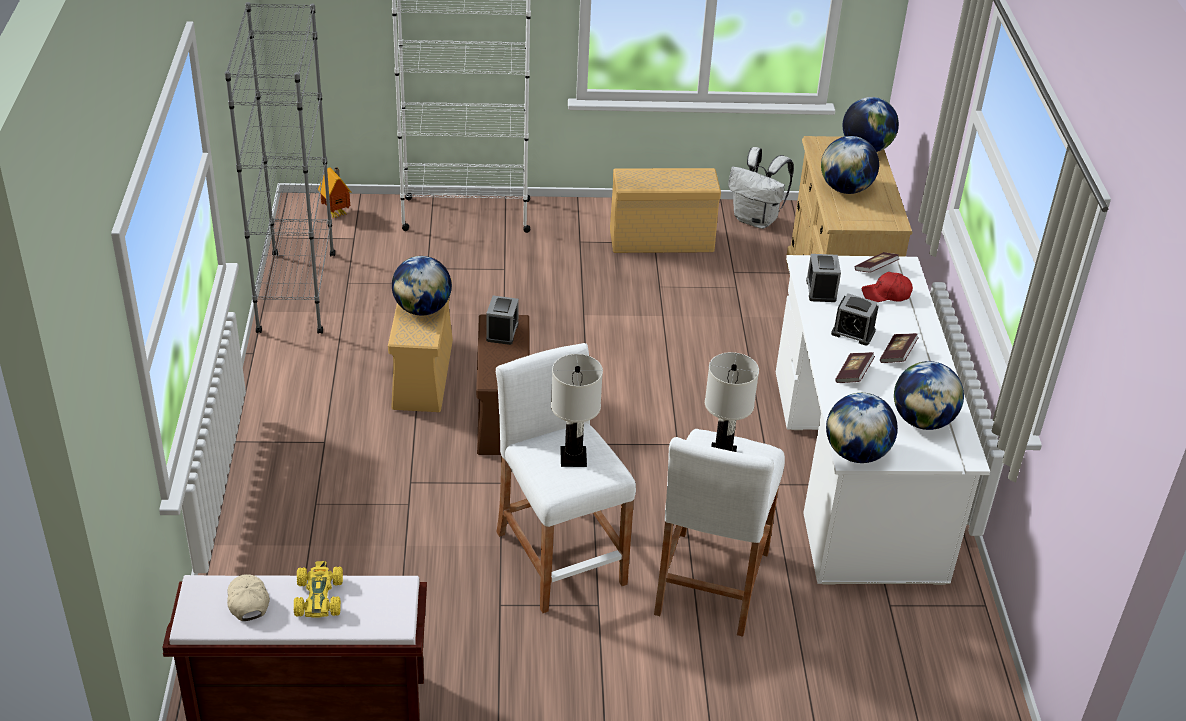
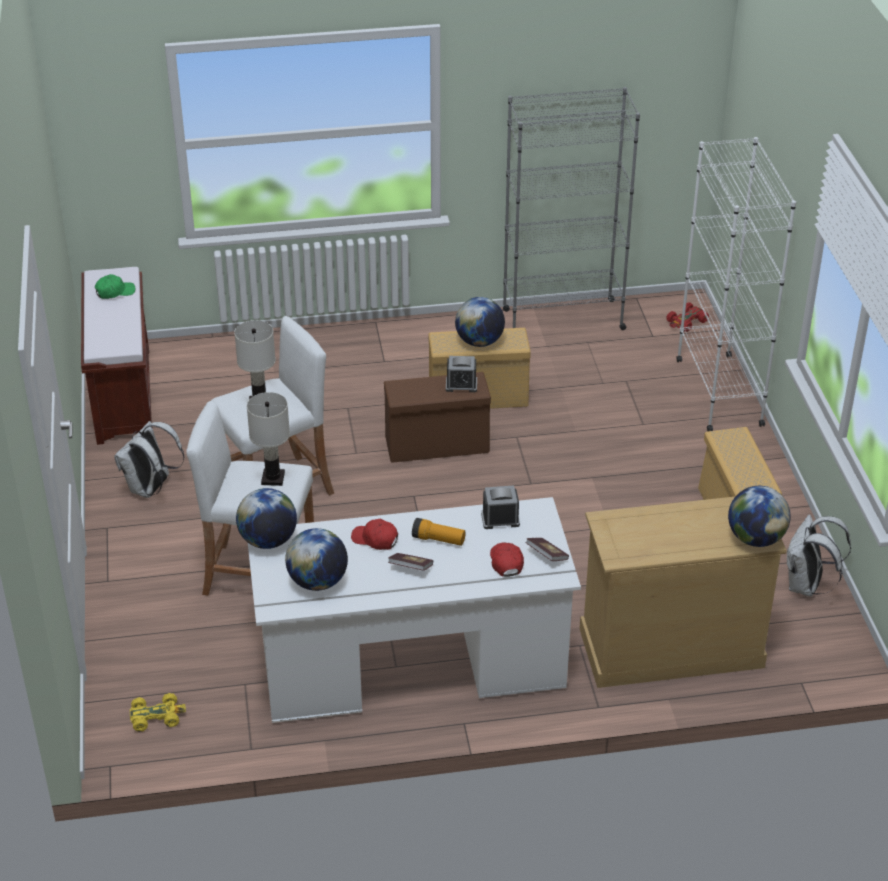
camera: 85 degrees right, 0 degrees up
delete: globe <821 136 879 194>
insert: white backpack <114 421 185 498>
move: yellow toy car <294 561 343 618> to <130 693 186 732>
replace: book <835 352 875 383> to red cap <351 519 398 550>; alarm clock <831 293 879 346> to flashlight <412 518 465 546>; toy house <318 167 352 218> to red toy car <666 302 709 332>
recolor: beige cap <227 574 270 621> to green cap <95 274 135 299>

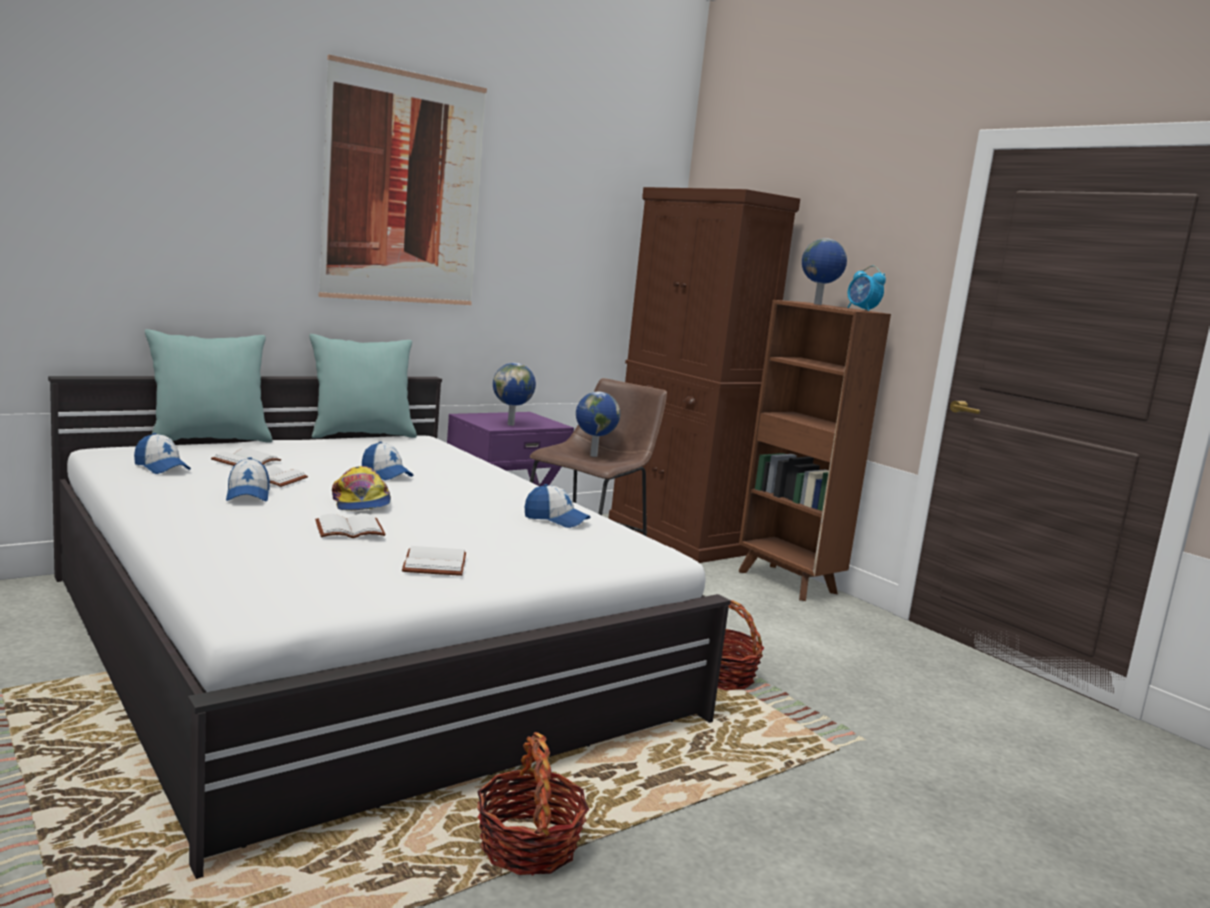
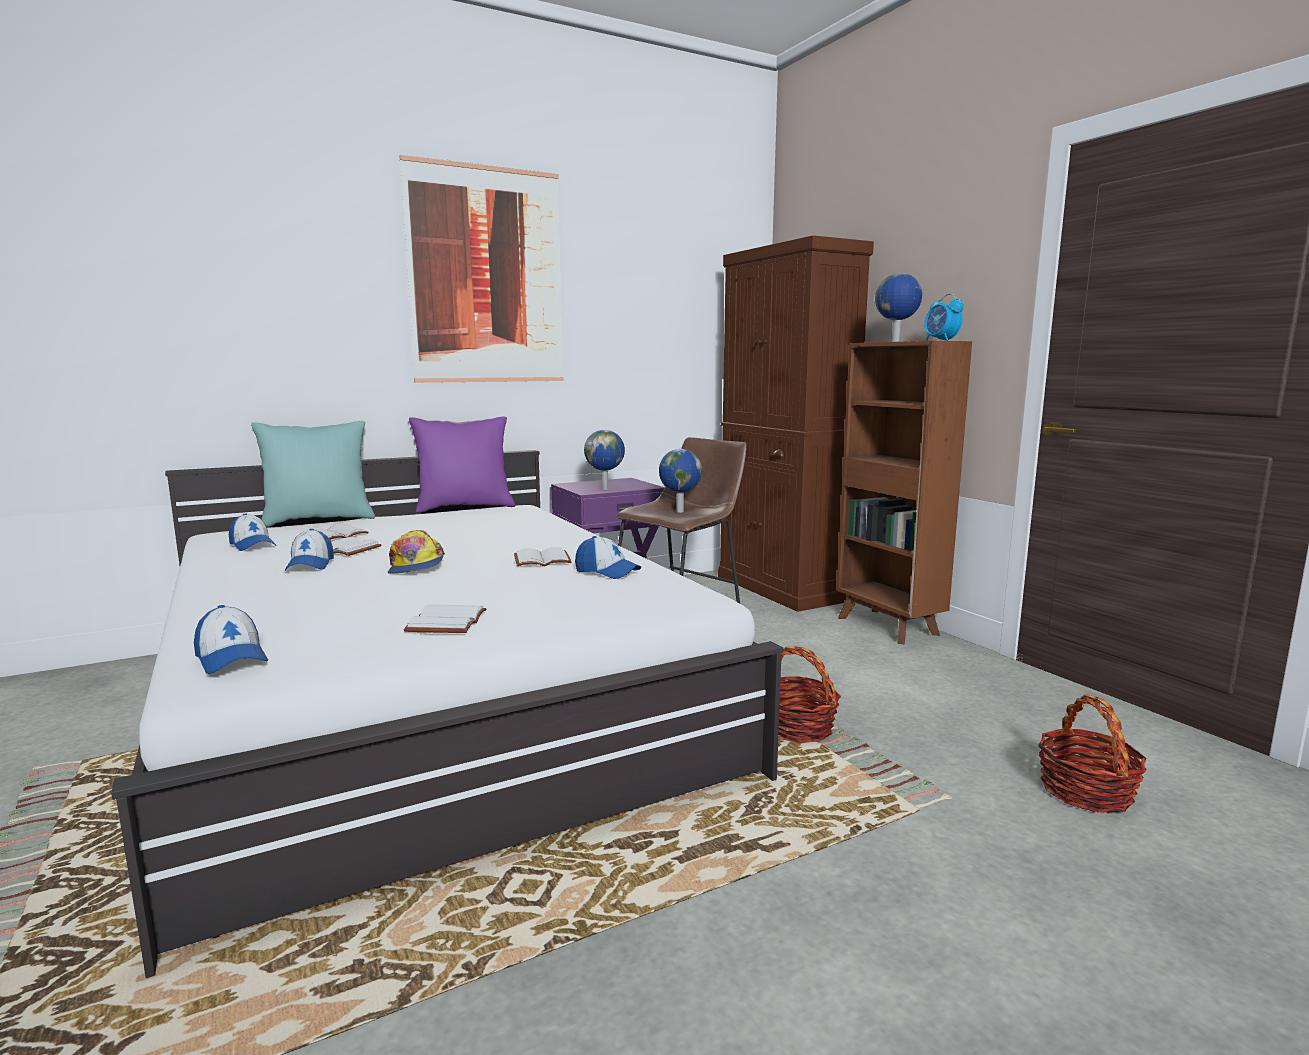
camera: 10 degrees right, 0 degrees up
move: cap <362 442 414 480> to <194 605 268 674>; white book <315 513 386 538> to <514 547 572 566>; basket <477 732 589 875> to <1038 694 1147 813>
recolor: turquoise pillow <309 334 417 438> to purple pillow <409 417 515 513>

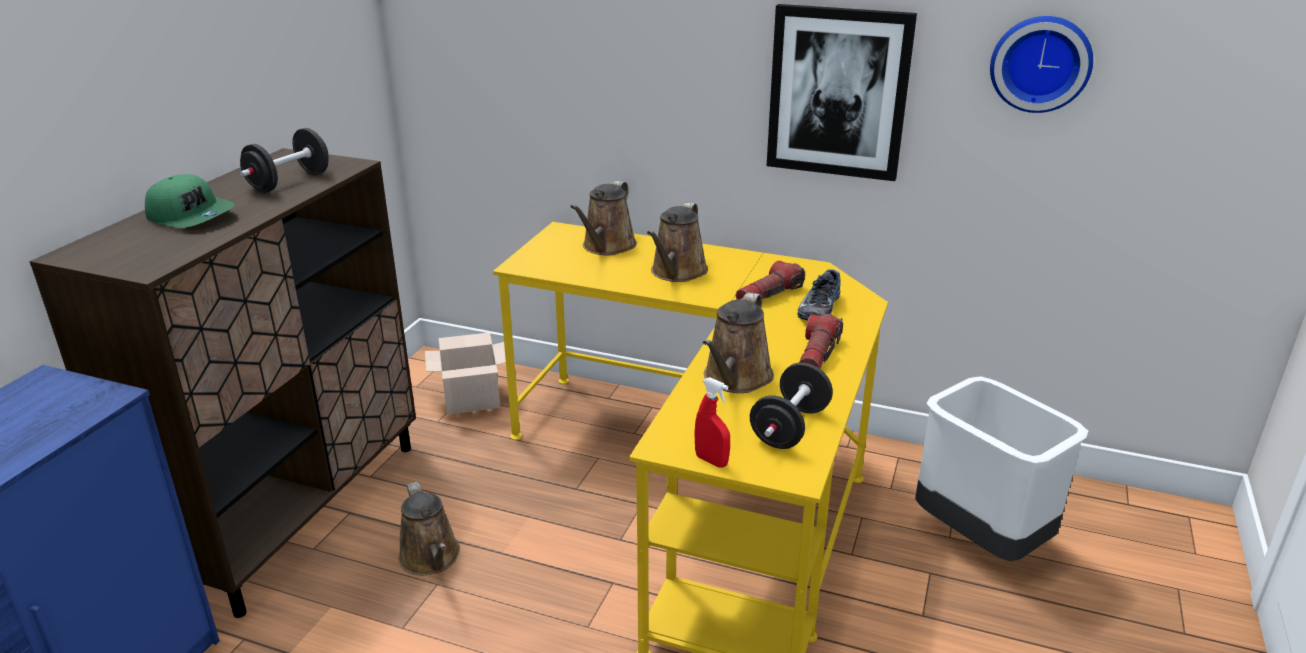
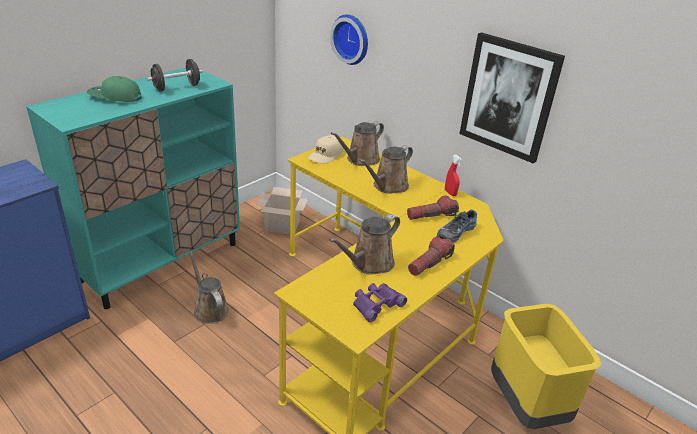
camera: 20 degrees right, 5 degrees up
insert: beige cap <308 135 344 164>
move: wall clock <990 16 1093 113> to <330 14 368 65>; red spray bottle <694 377 730 468> to <445 154 462 197>
replace: black dumbbell <750 362 833 449> to purple binoculars <353 283 407 322>
recolor: brown cabinet <30 148 416 618> to turquoise cabinet <26 68 240 309>; white trash can <915 376 1088 561> to yellow trash can <491 304 601 429>
rotate: green cap <145 174 235 228> = <87 76 142 102> 135 degrees clockwise; brown watering can <398 482 460 575> = <189 251 229 324> 150 degrees clockwise

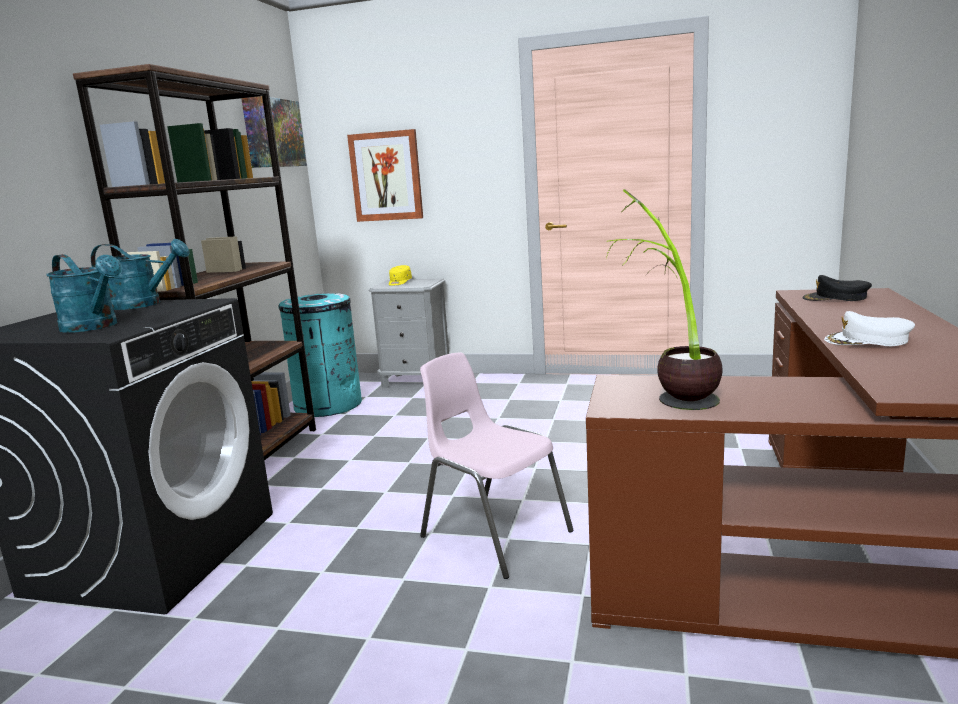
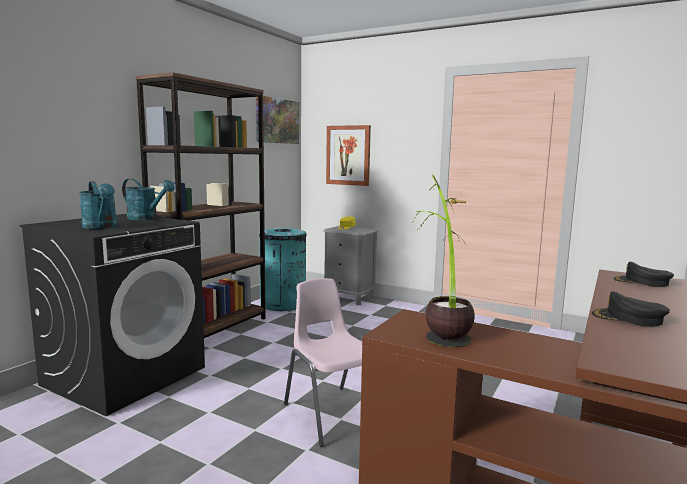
camera: 15 degrees right, 5 degrees down
recolor: white cap <824 311 915 346> to black cap <592 291 670 327>

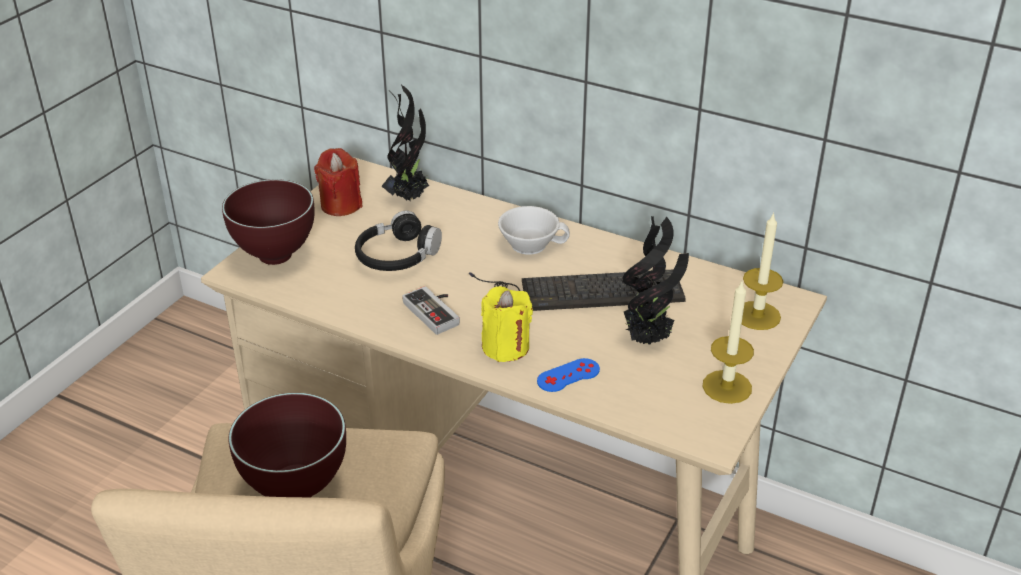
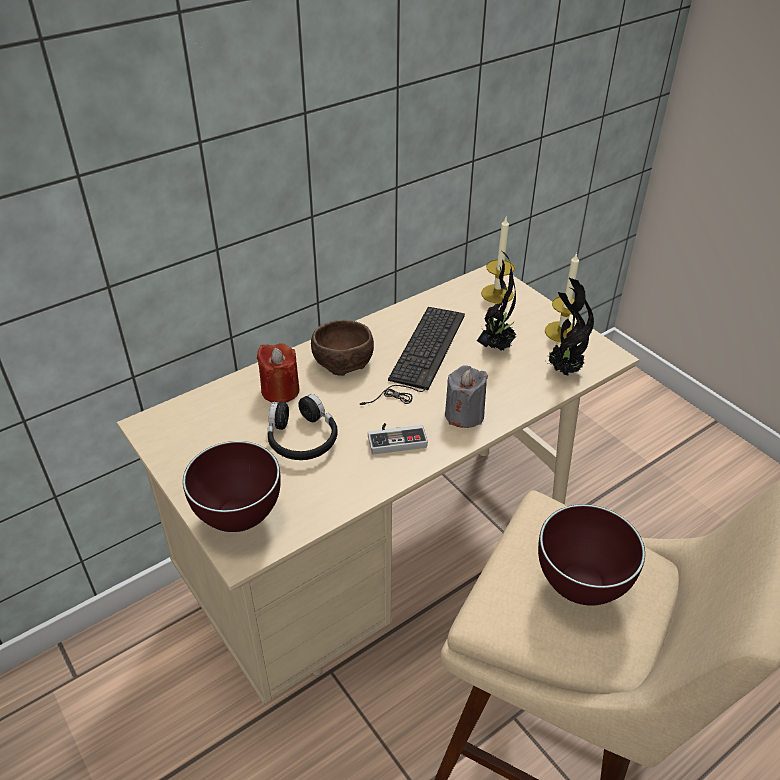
camera: 65 degrees left, 5 degrees up
delete: blue game controller <537 358 600 392>
move: red candle <314 148 363 216> to <257 343 300 403>; potted plant <382 85 429 201> to <546 278 594 375>
replace: white cup <498 206 570 255> to brown bowl <311 320 374 376>
recolor: yellow candle <481 286 533 362> to grey candle <445 365 488 428>

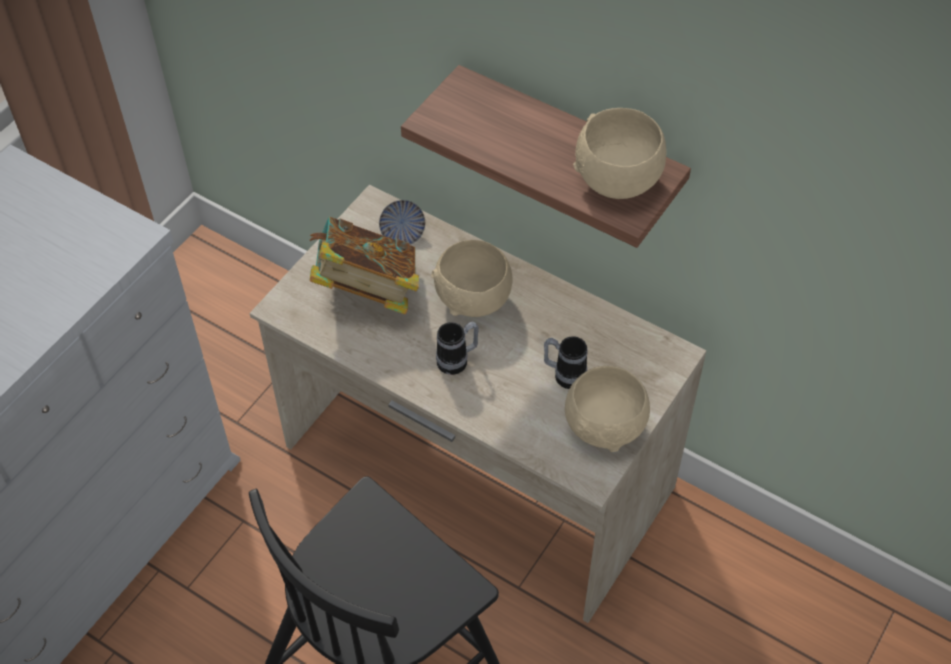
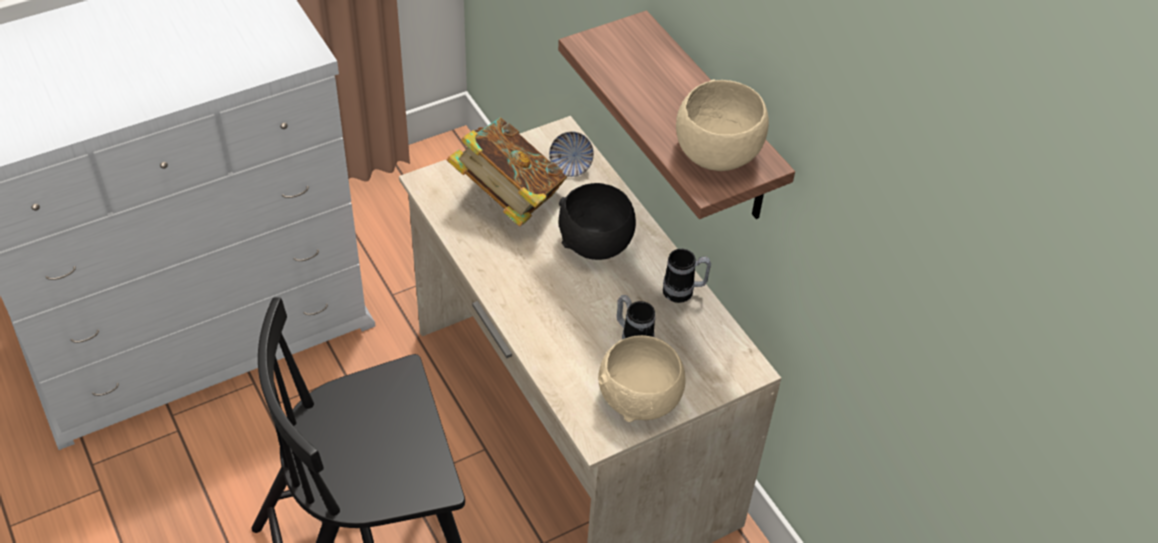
camera: 25 degrees right, 5 degrees down
move: mug <436 322 479 375> to <663 249 711 303>
recolor: beige bowl <431 240 512 317> to black bowl <559 183 636 260>

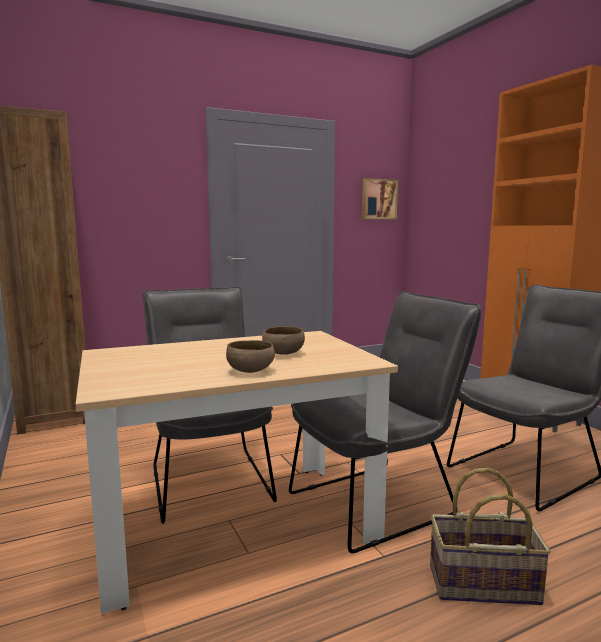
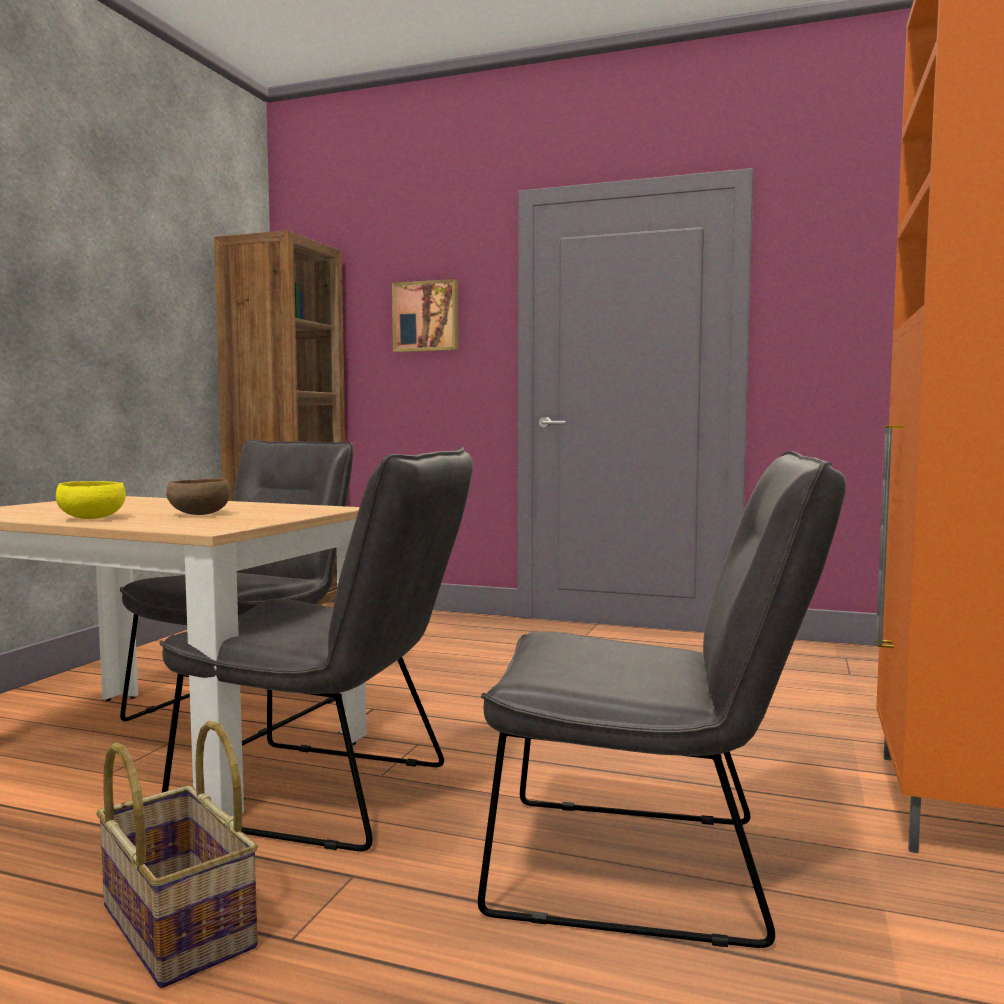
camera: 45 degrees right, 5 degrees down
move: picture <362 178 398 219> to <392 279 458 352>
recolor: brown bowl <226 340 275 373> to yellow bowl <56 481 126 519>

